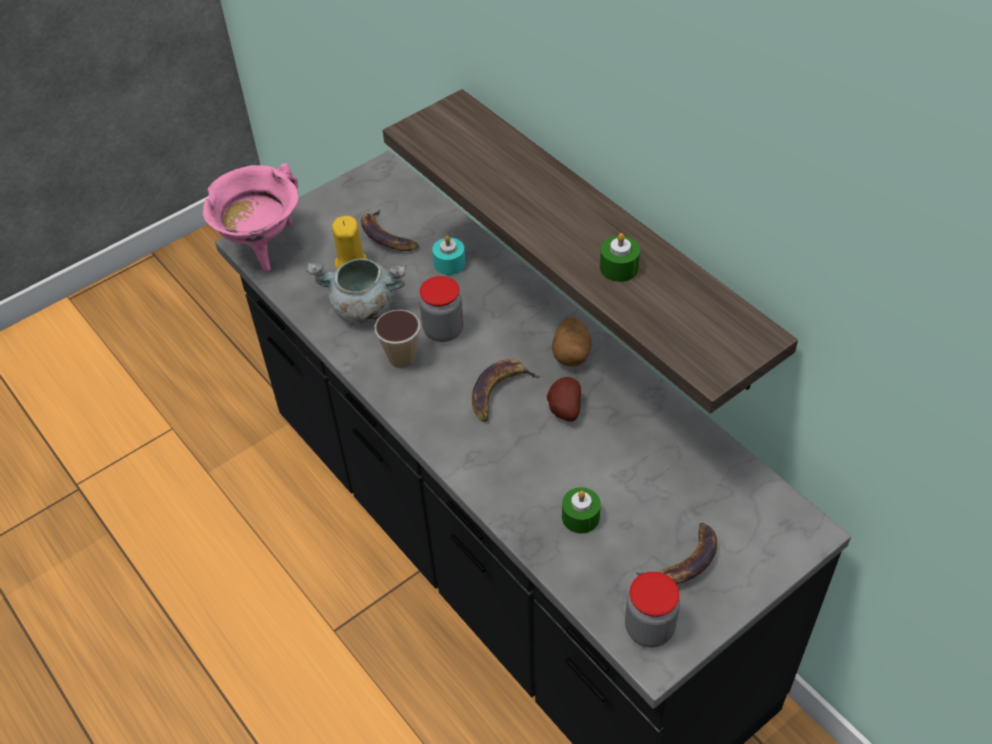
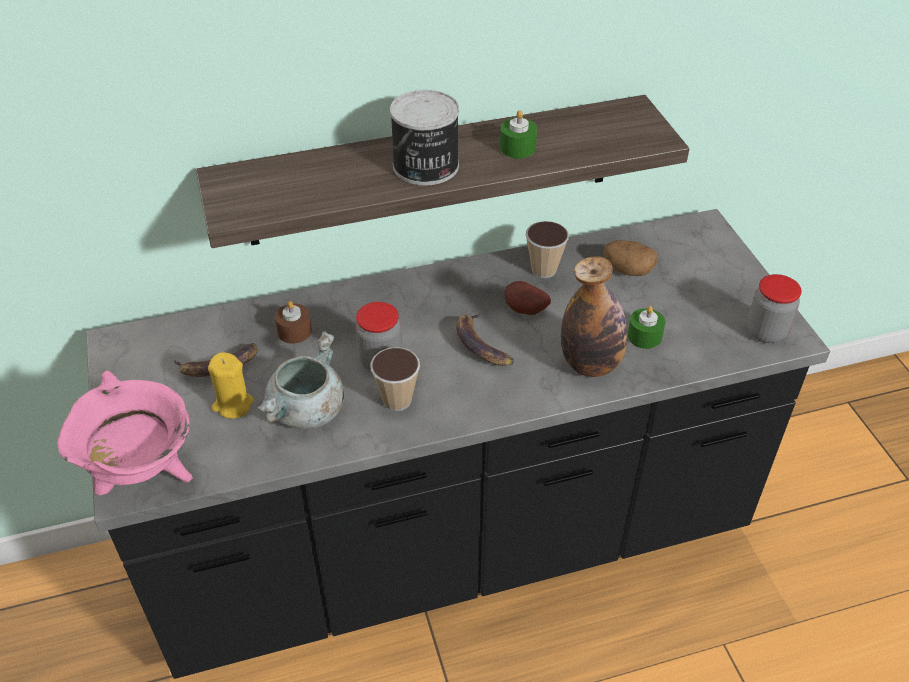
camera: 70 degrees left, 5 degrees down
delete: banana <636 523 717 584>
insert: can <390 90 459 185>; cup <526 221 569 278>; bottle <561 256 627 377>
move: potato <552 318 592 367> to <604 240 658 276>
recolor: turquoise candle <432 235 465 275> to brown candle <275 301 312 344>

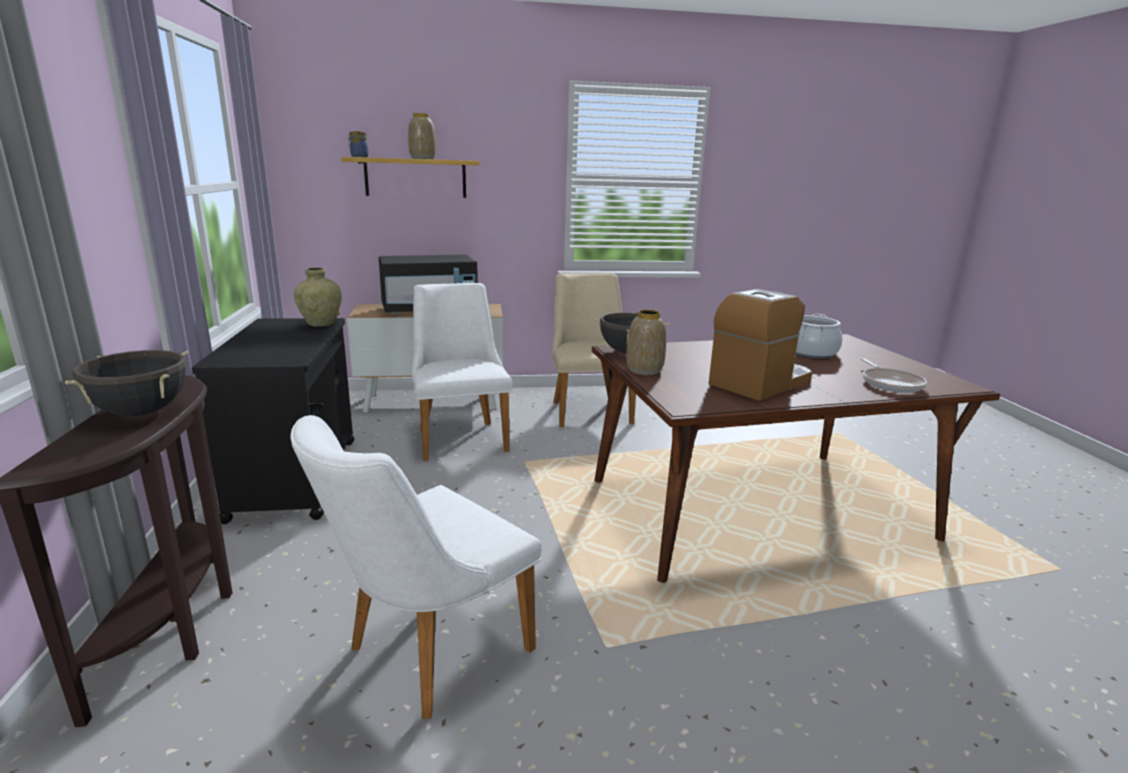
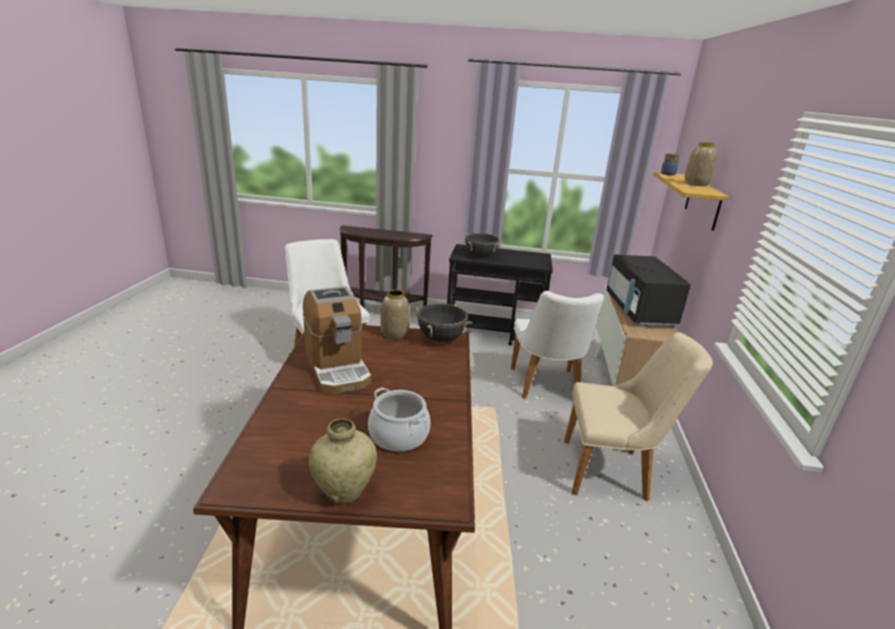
camera: 105 degrees right, 5 degrees up
delete: frying pan <860 358 927 393>
move: beige vase <294 267 342 327> to <309 419 377 504>; black cooking pot <65 350 189 416> to <465 233 499 257>
rotate: white chair <412 283 513 461> = <511 291 604 399> 90 degrees clockwise

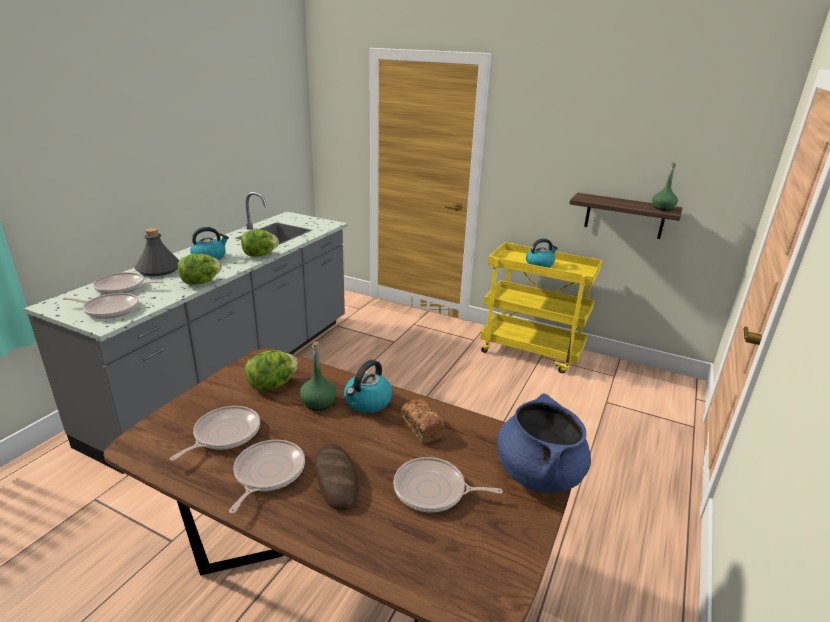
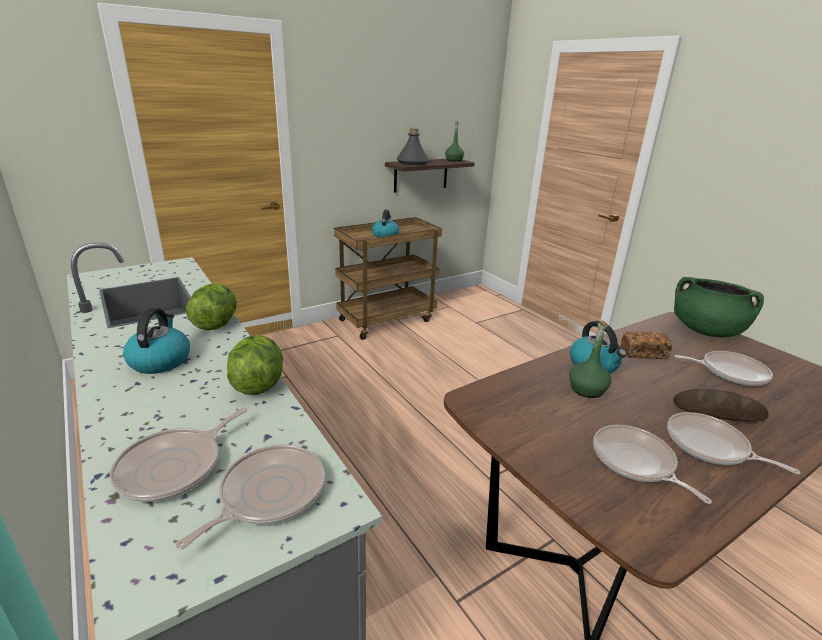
camera: 60 degrees left, 0 degrees up
delete: lettuce <245 350 298 391>
move: grey bottle <135 228 180 276> to <397 128 429 165>
recolor: yellow cart <480 242 603 373> to brown cart <334 217 442 340>; blue cooking pot <497 393 591 493> to green cooking pot <674 277 764 337>
rotate: frying pan <393 457 503 513> = <674 351 773 386> 120 degrees counterclockwise

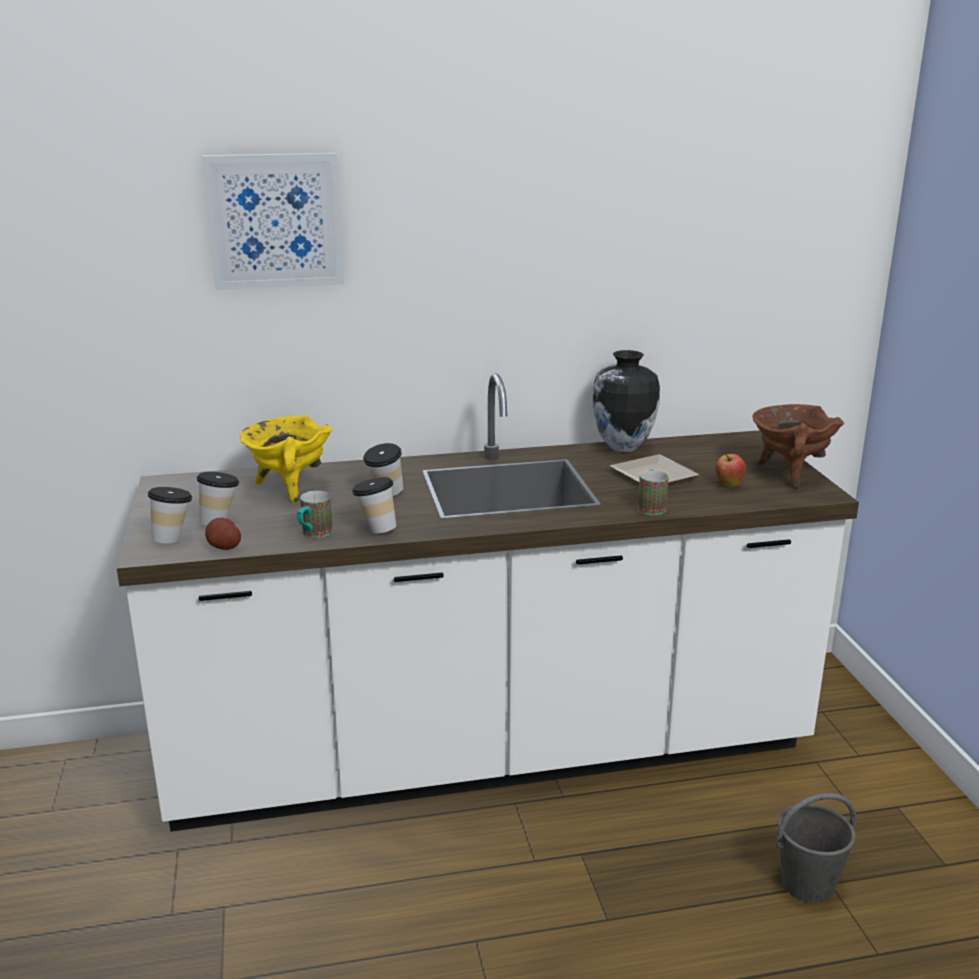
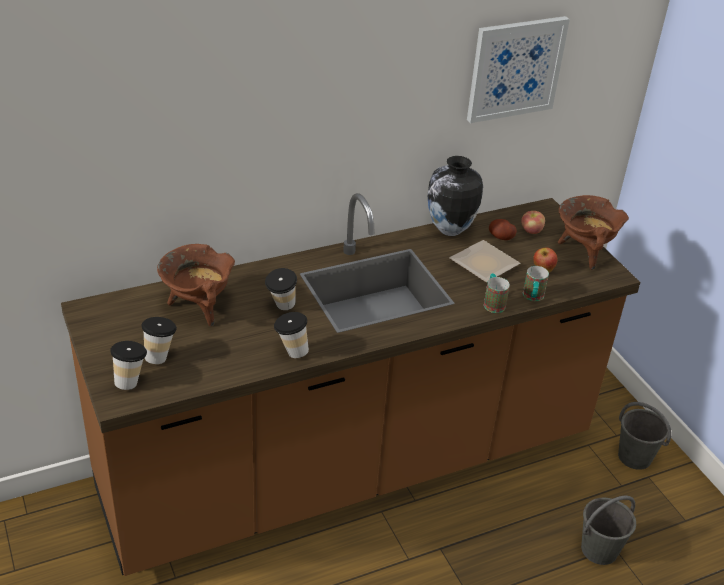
camera: 15 degrees left, 15 degrees up
insert: apple <521 211 545 234>; grey bucket <618 402 672 470>
move: picture <201 153 344 290> to <467 16 570 123>; potato <205 518 241 550> to <489 219 517 240>; mug <297 491 333 538> to <523 266 549 301>
recolor: white counter <117 373 859 832> to brown counter <61 193 641 576>; yellow cooking pot <240 415 332 504> to brown cooking pot <157 244 235 326>

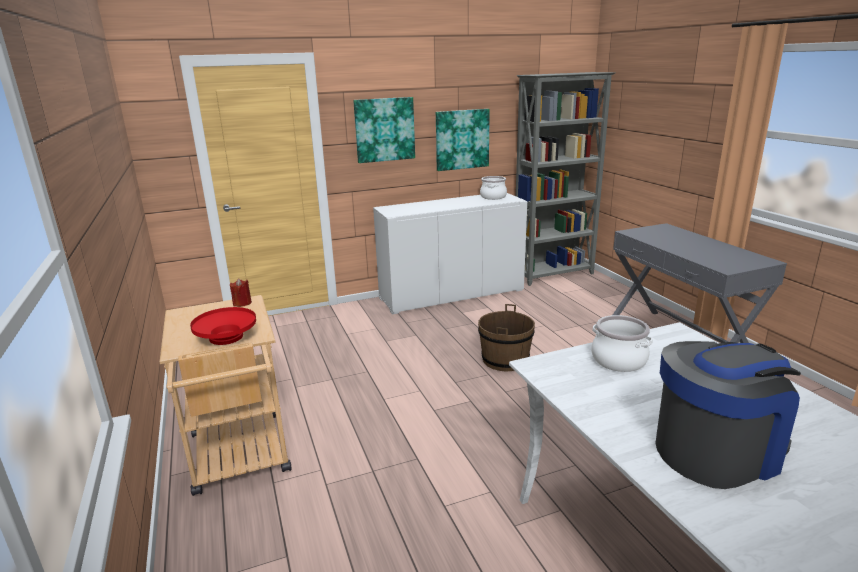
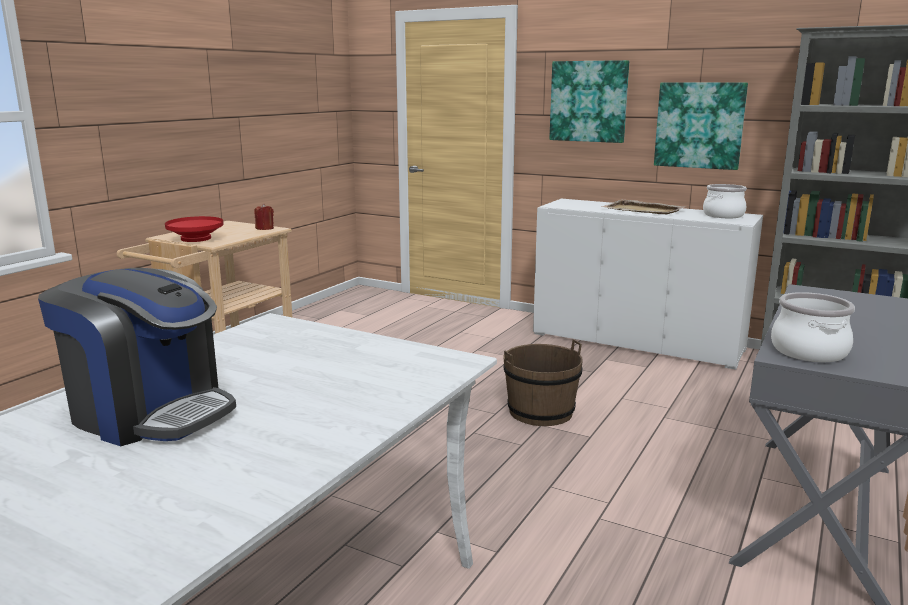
camera: 50 degrees right, 5 degrees down
insert: beige tray <601 200 686 215>
move: cooking pot <591 315 653 372> to <771 292 855 362>

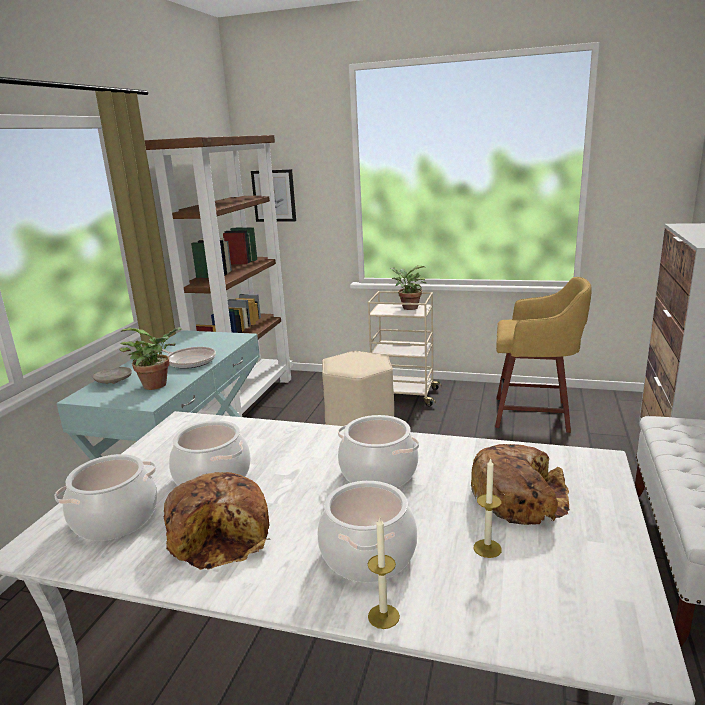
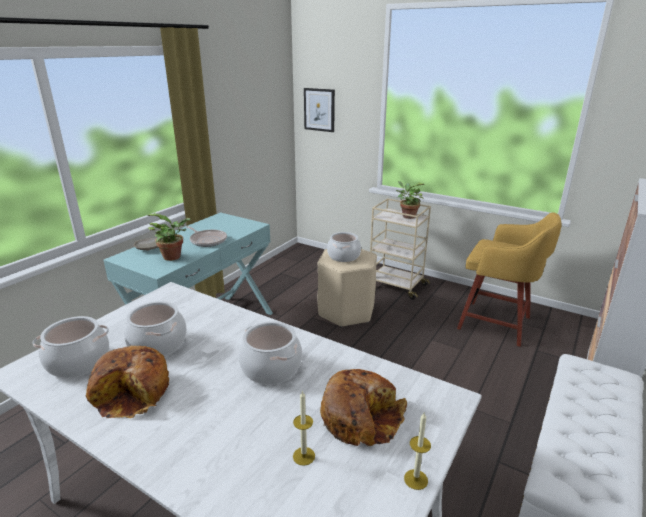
camera: 15 degrees right, 5 degrees up
delete: brown bookcase <145 135 293 417>
move: cooking pot <318 481 417 582> to <327 232 361 262>; candle <368 516 400 629> to <404 413 431 490>

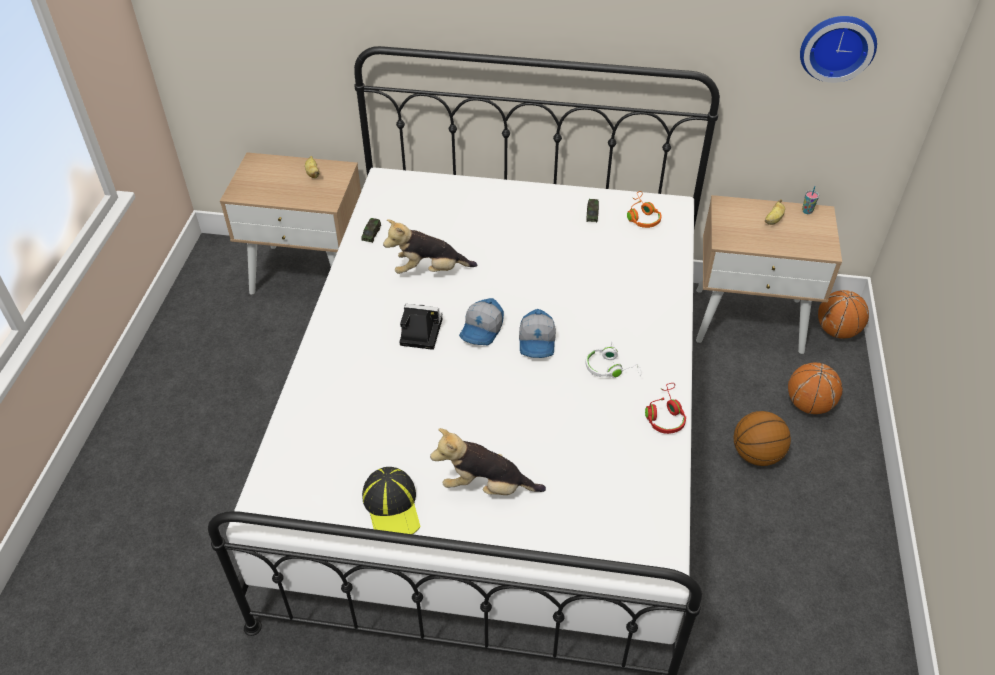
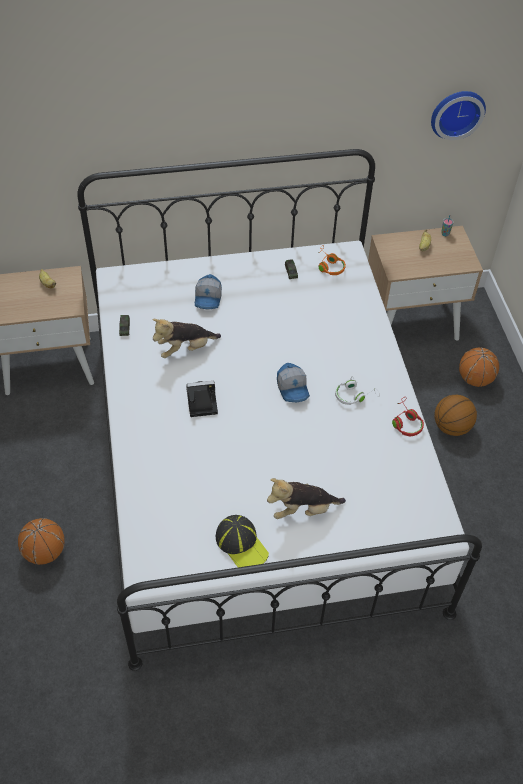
camera: 20 degrees left, 5 degrees up
move: basketball <818 290 869 338> to <18 518 65 565>; cap <459 298 504 345> to <195 274 222 309>

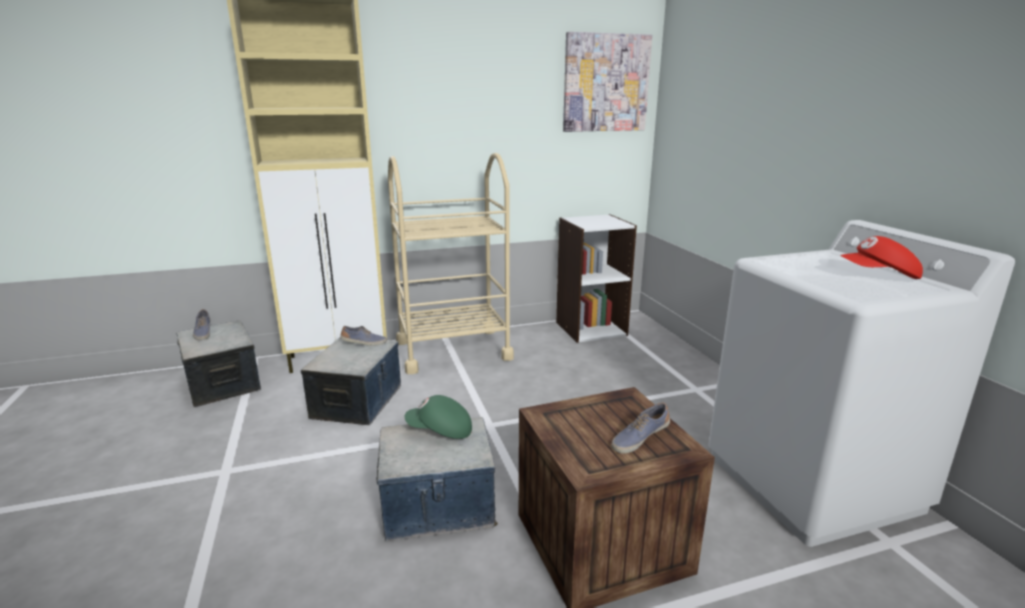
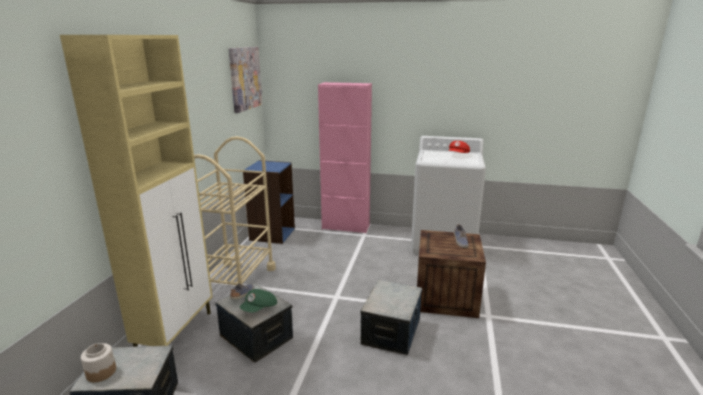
camera: 60 degrees left, 0 degrees up
insert: pink cabinet <318 82 372 234>
move: green cap <405 395 472 439> to <240 289 277 313>
replace: shoe <193 309 210 340> to jar <81 343 116 382>
recolor: white bookcase <556 214 637 343> to blue bookcase <243 160 295 244>

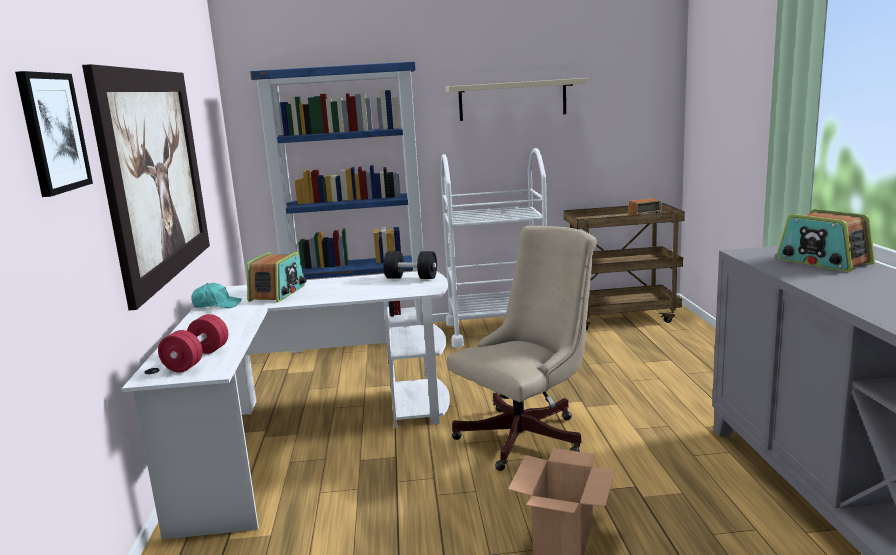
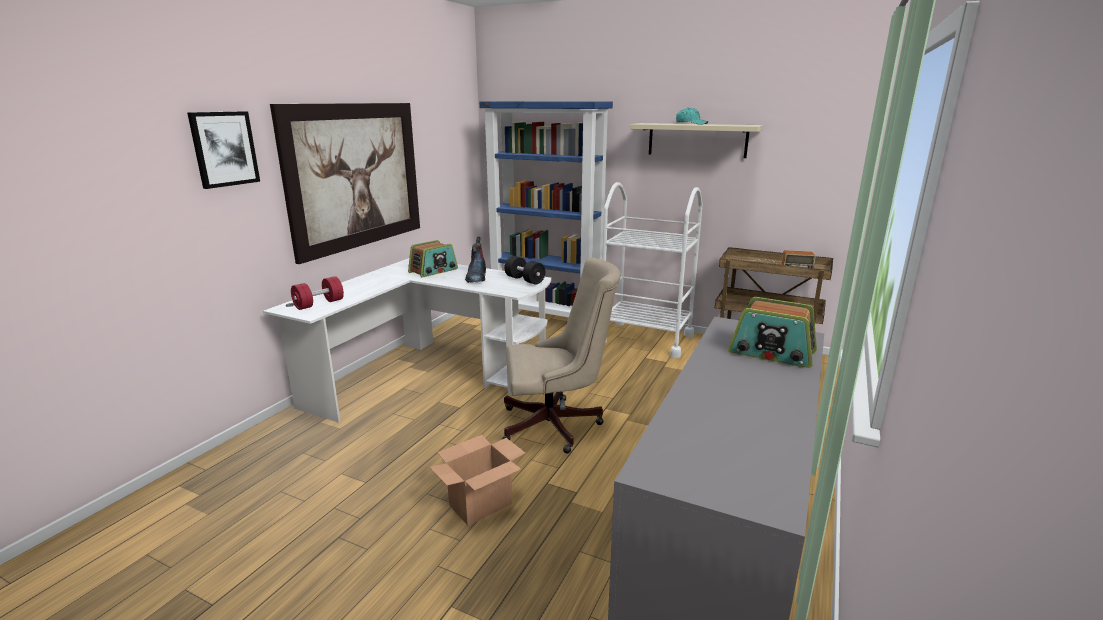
camera: 30 degrees right, 5 degrees up
insert: boot <465 237 486 283>
move: turquoise cap <192 283 242 308> to <676 107 708 125>
rotate: radio <777 209 875 272> = <728 297 817 368> 60 degrees counterclockwise

